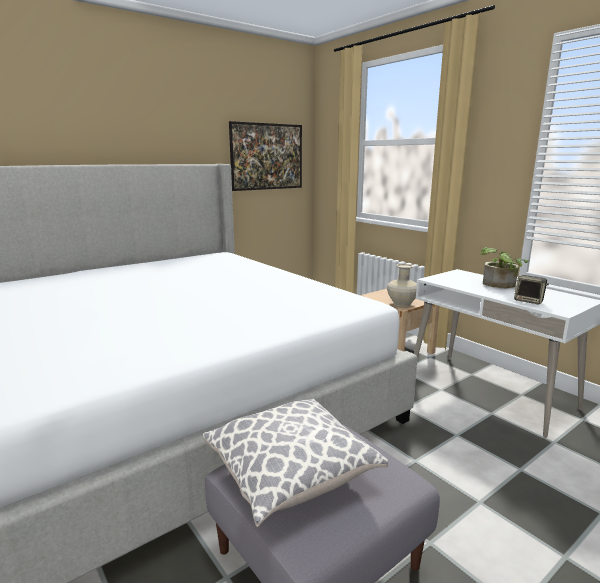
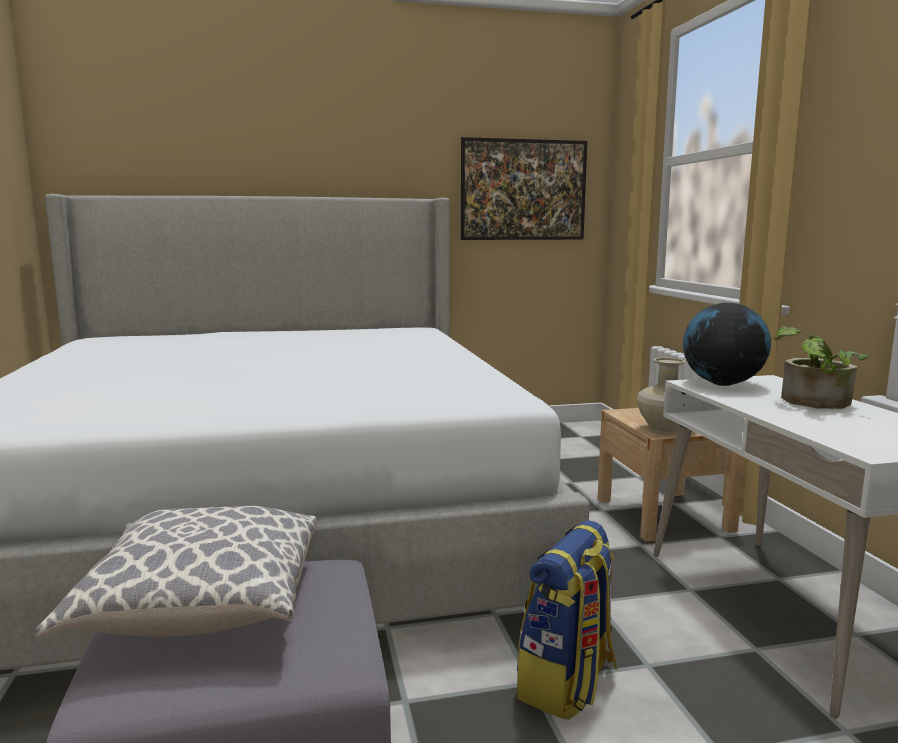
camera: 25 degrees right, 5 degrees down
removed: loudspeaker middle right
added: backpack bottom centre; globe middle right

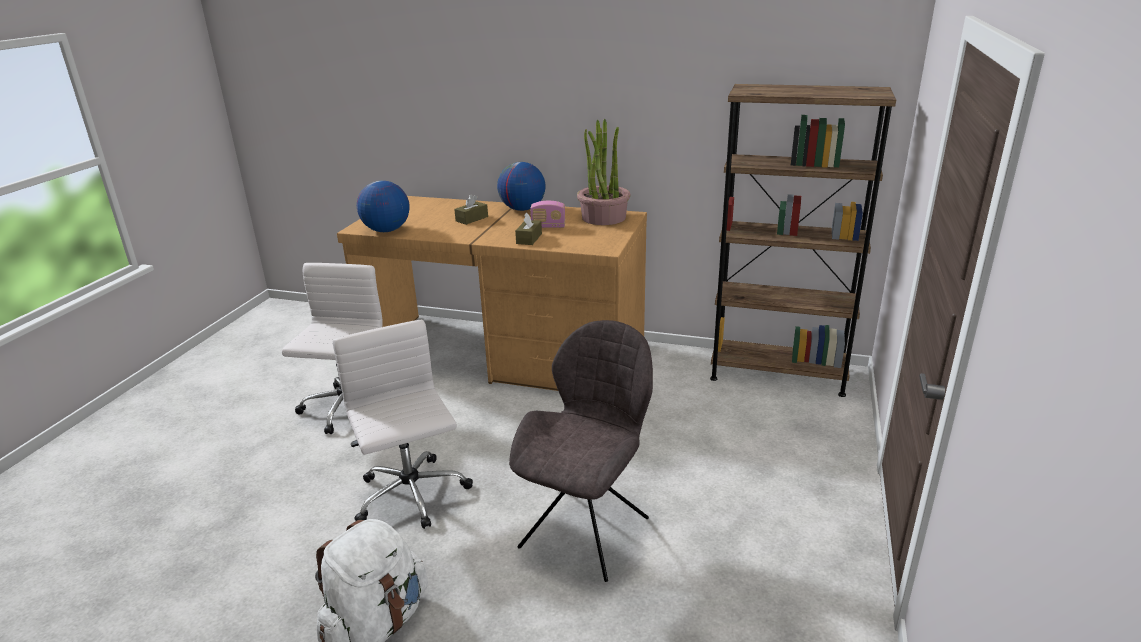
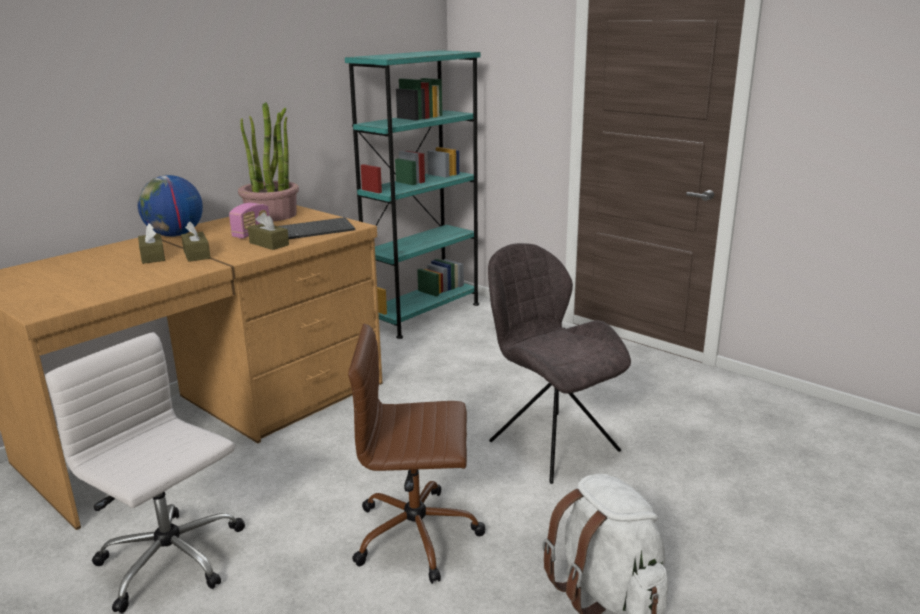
camera: 65 degrees left, 5 degrees down
removed: globe (1st from left) top centre
added: brown-coloured box of tissues (2nd from left) middle left; computer keyboard centre
recoloured: brown-coloured shelving unit middle right to turquoise shelving unit top centre; whitish desk chair (2nd from left) centre to brown-coloured desk chair bottom centre

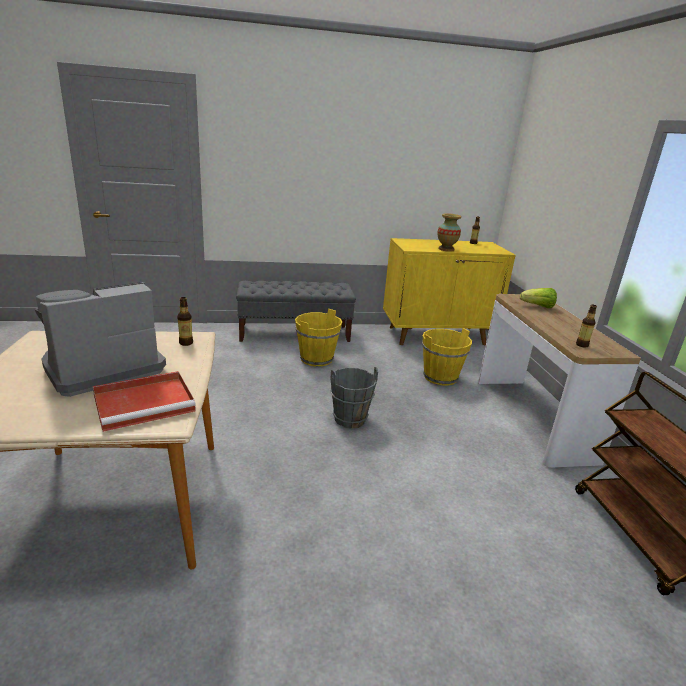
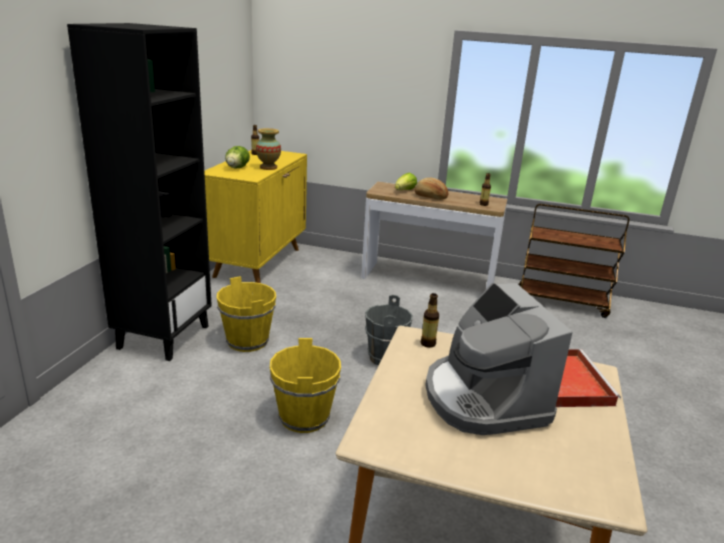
camera: 65 degrees left, 0 degrees up
added: lettuce (1st from left) top left; baked bread centre
moved: yellow water bucket (2nd from left) centre to bottom centre
replaced: greyish bench centre to black-coloured shelving unit middle left

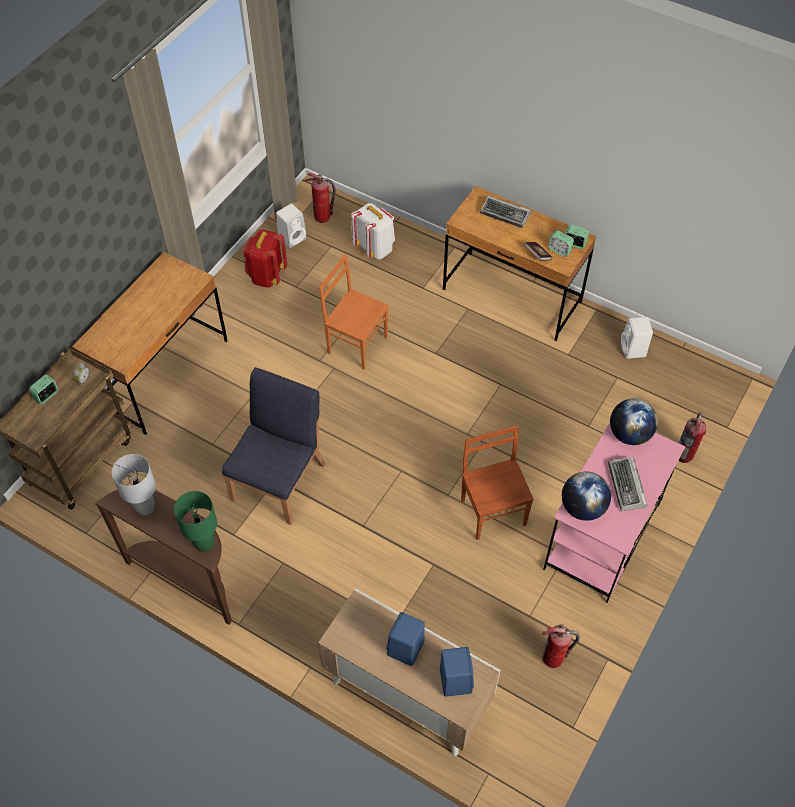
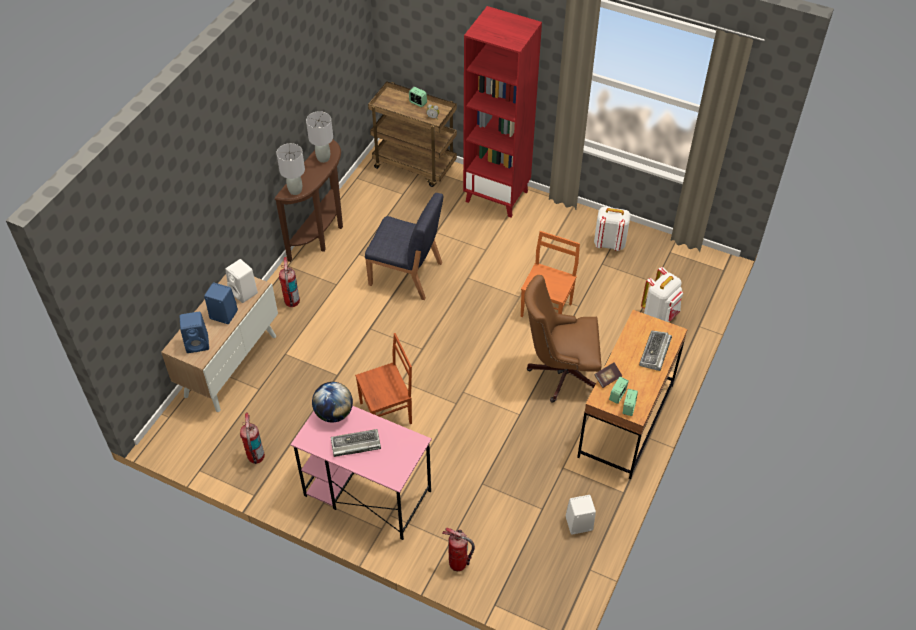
camera: 85 degrees right, 5 degrees down
removed: globe (2nd from left) middle right
added: brown-coloured desk chair centre
moved: whitish loudspeaker (1st from left) top centre to middle left; fire extinguisher (1st from left in the first image) top centre to fire extinguisher (2nd from left) middle left
replaced: brown-coloured desk unit (1st from left) middle left to red shelving unit top centre
recoloured: green-coloured table lamp middle left to greyish table lamp (1st from left) top left; red backpack top centre to whitish backpack (1st from left) middle right

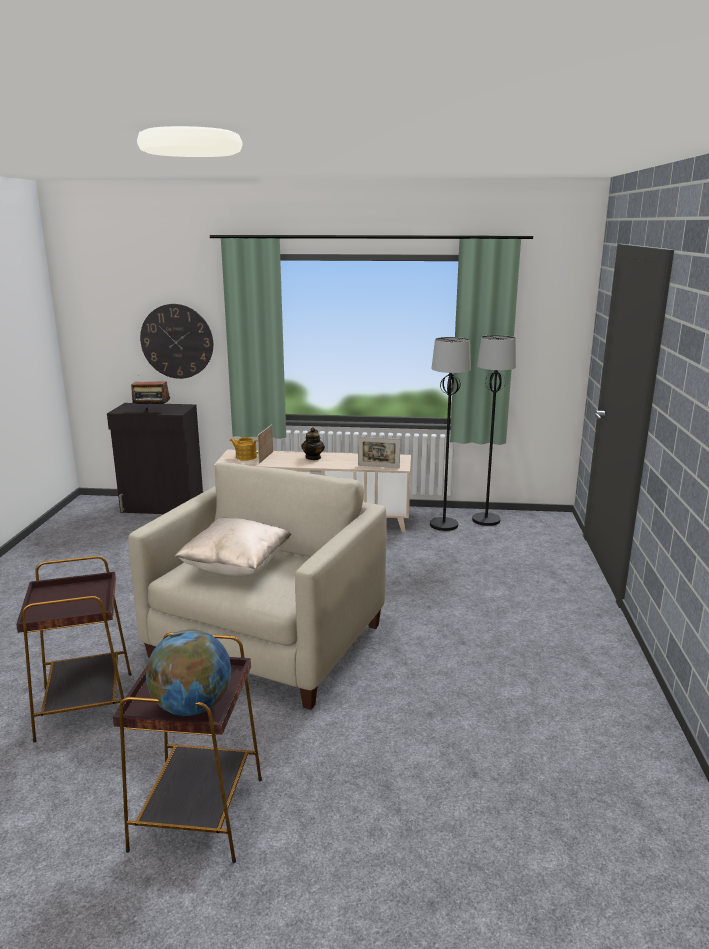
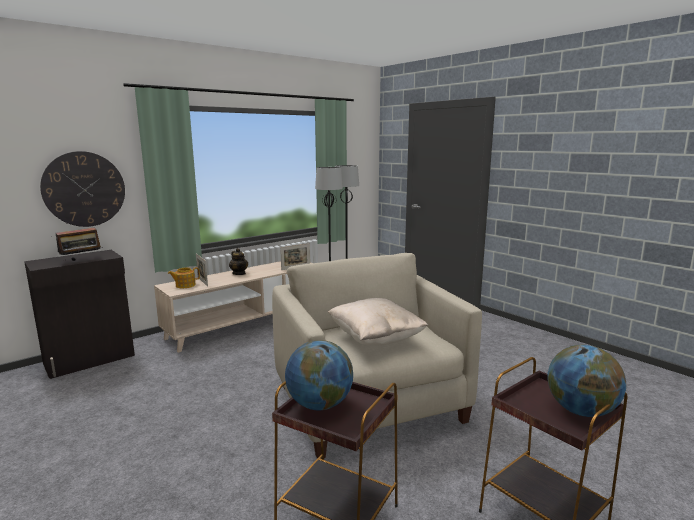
camera: 45 degrees left, 5 degrees down
added: globe (1st from left) bottom centre

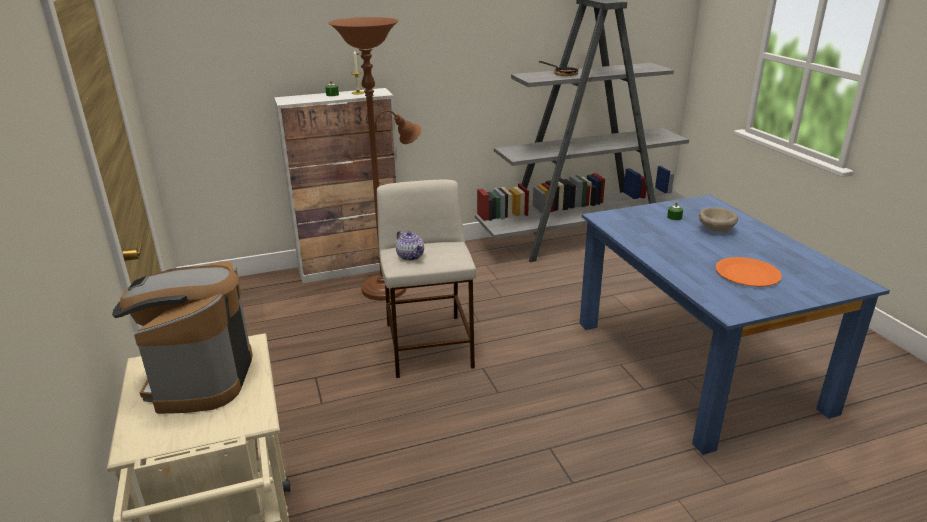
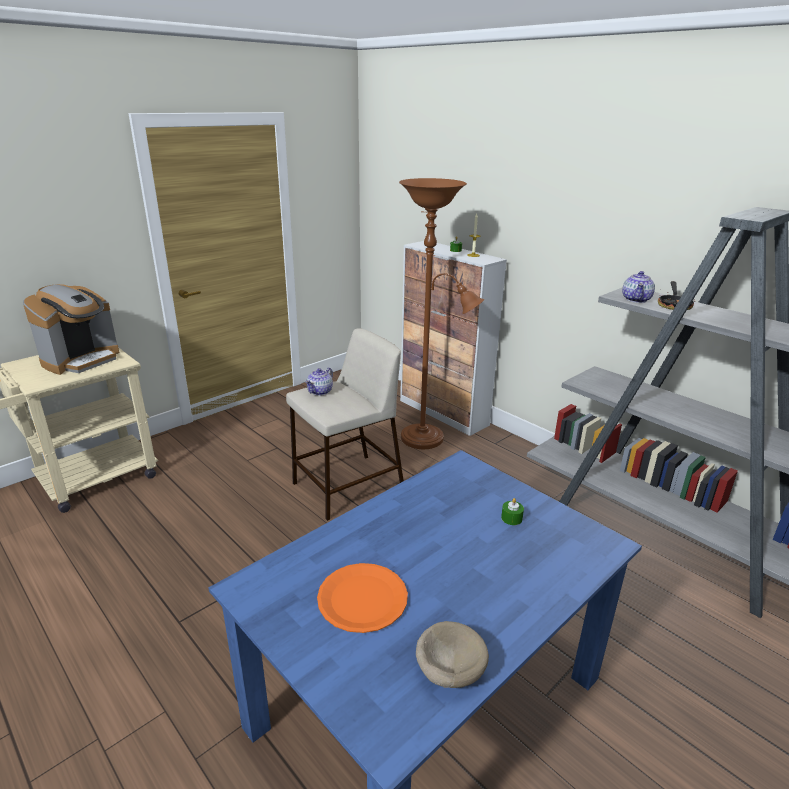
camera: 65 degrees right, 0 degrees up
added: teapot (2nd from left) middle right
moved: beige deep dish middle right to bottom centre
turned: coffee machine middle left = middle left 150 degrees clockwise

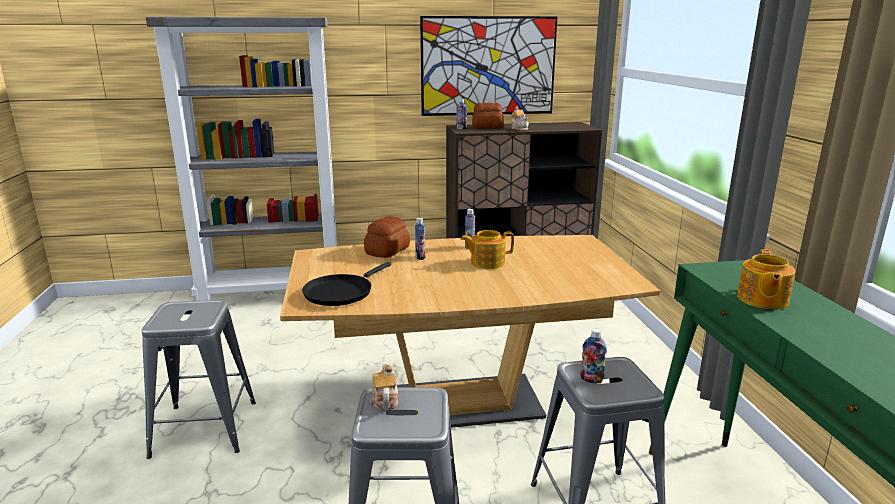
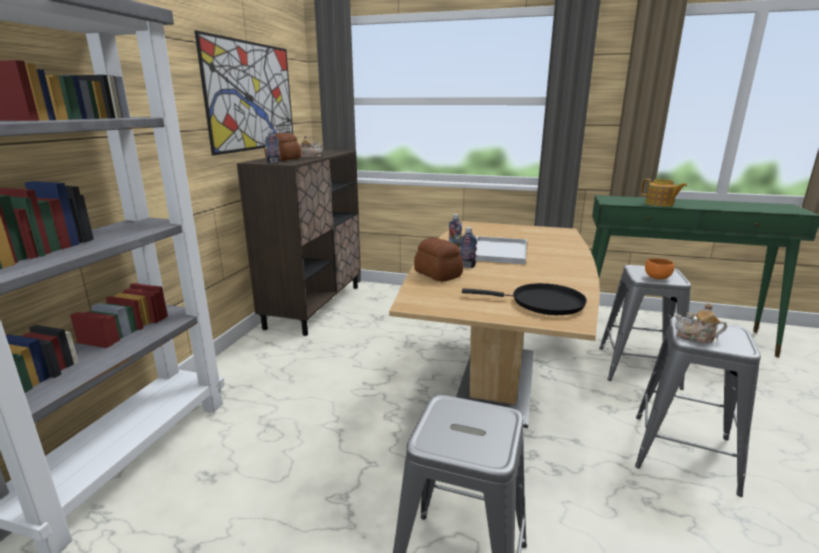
camera: 65 degrees left, 0 degrees up
replaced: teapot (2nd from left) centre to whitish carrying tray centre; drink bottle (4th from left) bottom centre to orange-coloured deep dish middle right
turned: black-coloured frying pan centre = centre 45 degrees counterclockwise

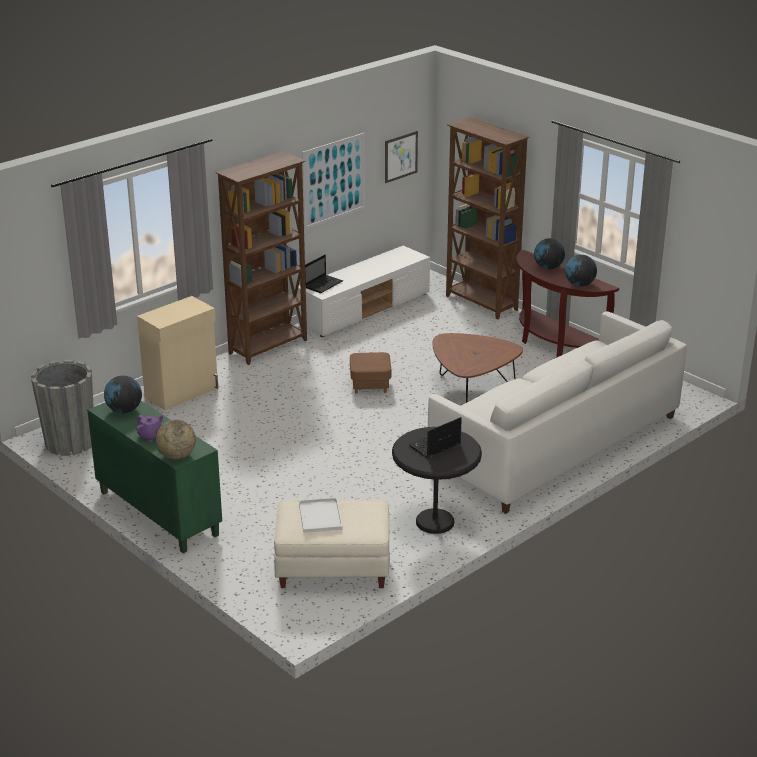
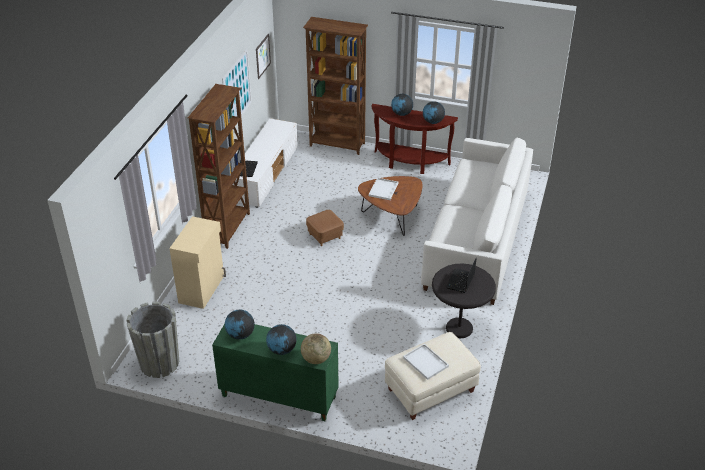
camera: 30 degrees left, 10 degrees up
added: whitish carrying tray (1st from left) centre
replaced: purple teapot middle left to globe (2nd from left) bottom centre

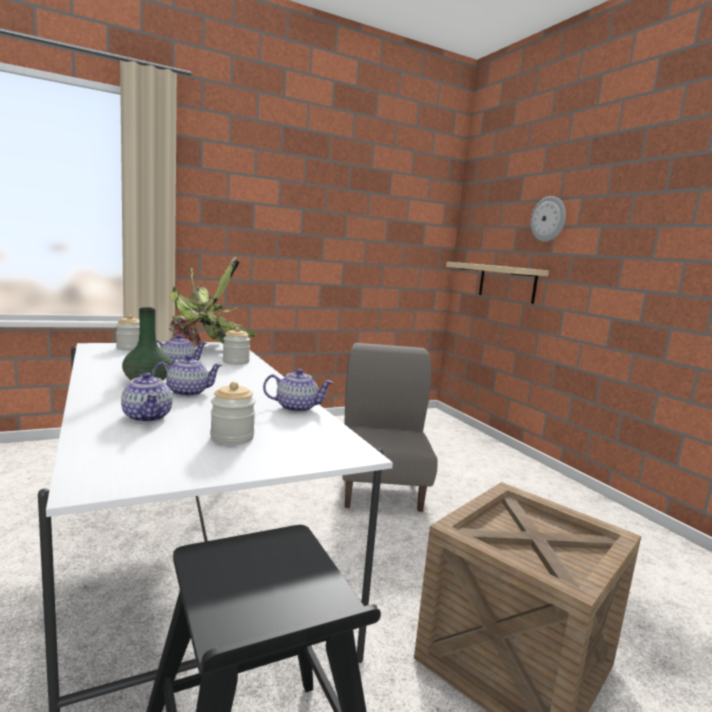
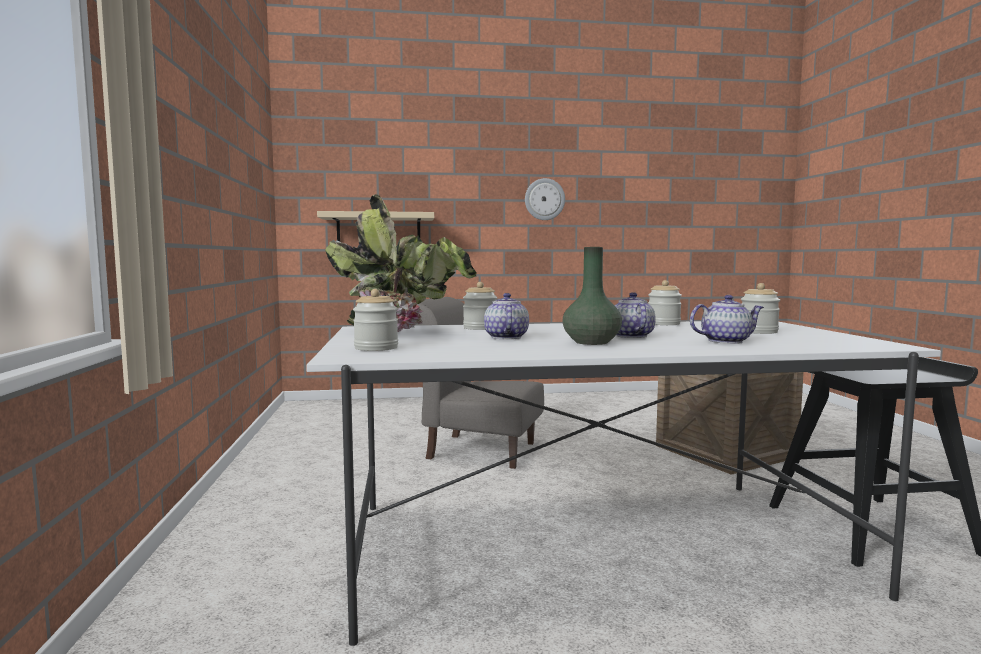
camera: 70 degrees left, 5 degrees down
moved: hanging clock top right to top centre
replaced: teapot (4th from left) centre to preserve jar (3rd from left) middle right

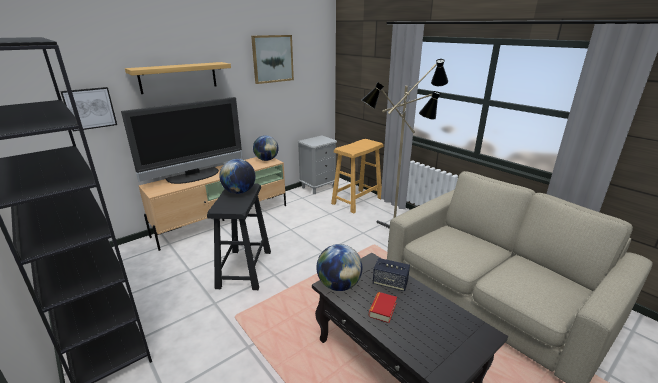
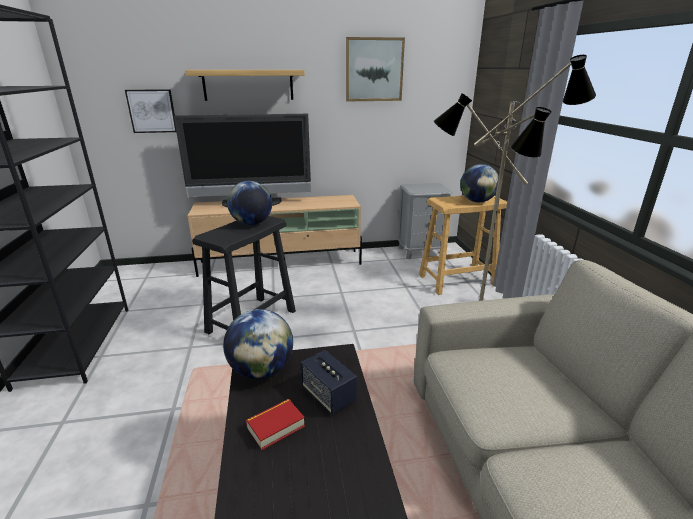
camera: 30 degrees right, 0 degrees up
moved: globe (2nd from left in the first image) centre to globe (3rd from left) middle right

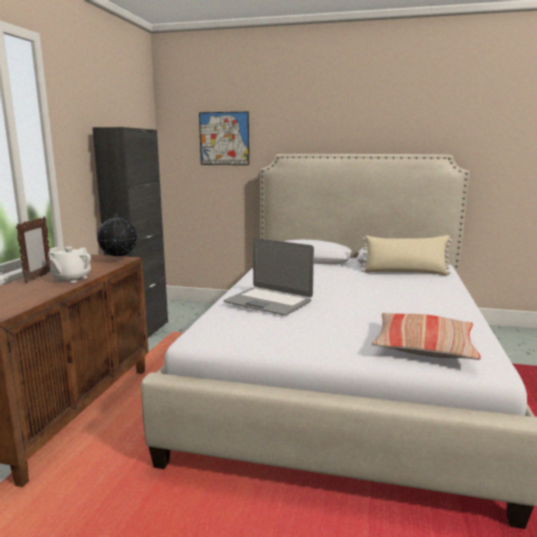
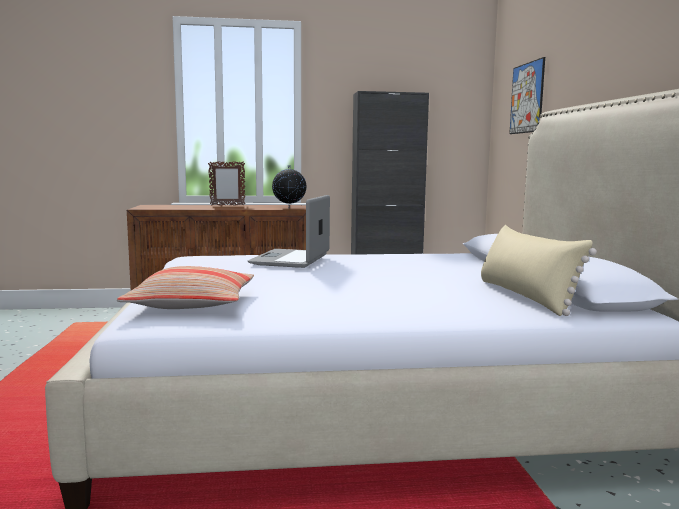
camera: 70 degrees right, 5 degrees down
removed: whitish teapot middle left

